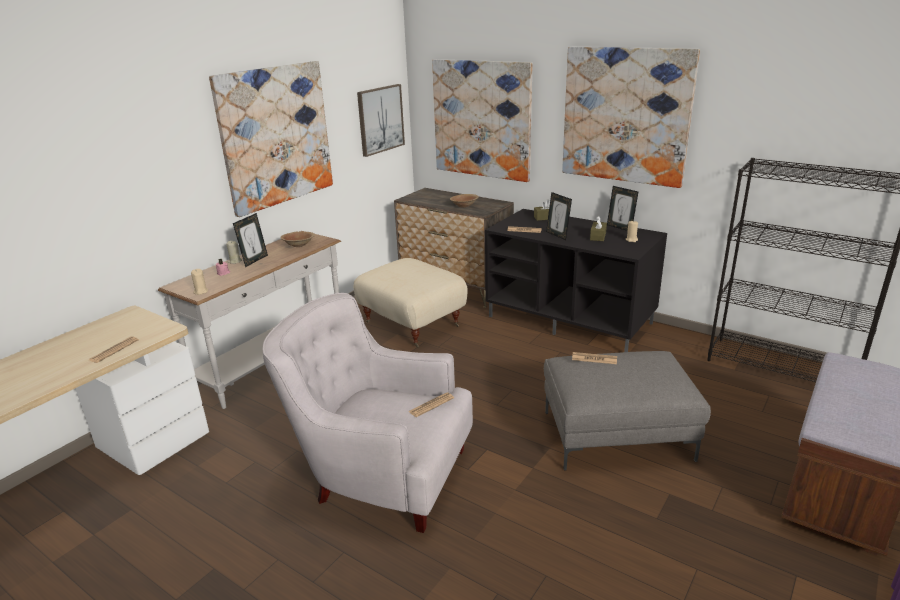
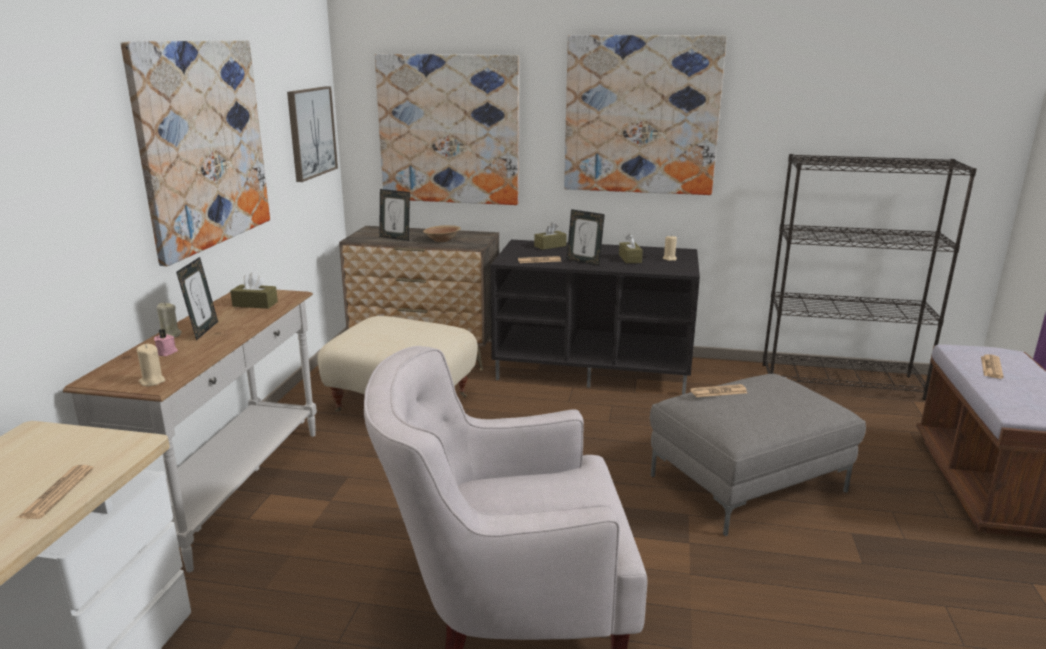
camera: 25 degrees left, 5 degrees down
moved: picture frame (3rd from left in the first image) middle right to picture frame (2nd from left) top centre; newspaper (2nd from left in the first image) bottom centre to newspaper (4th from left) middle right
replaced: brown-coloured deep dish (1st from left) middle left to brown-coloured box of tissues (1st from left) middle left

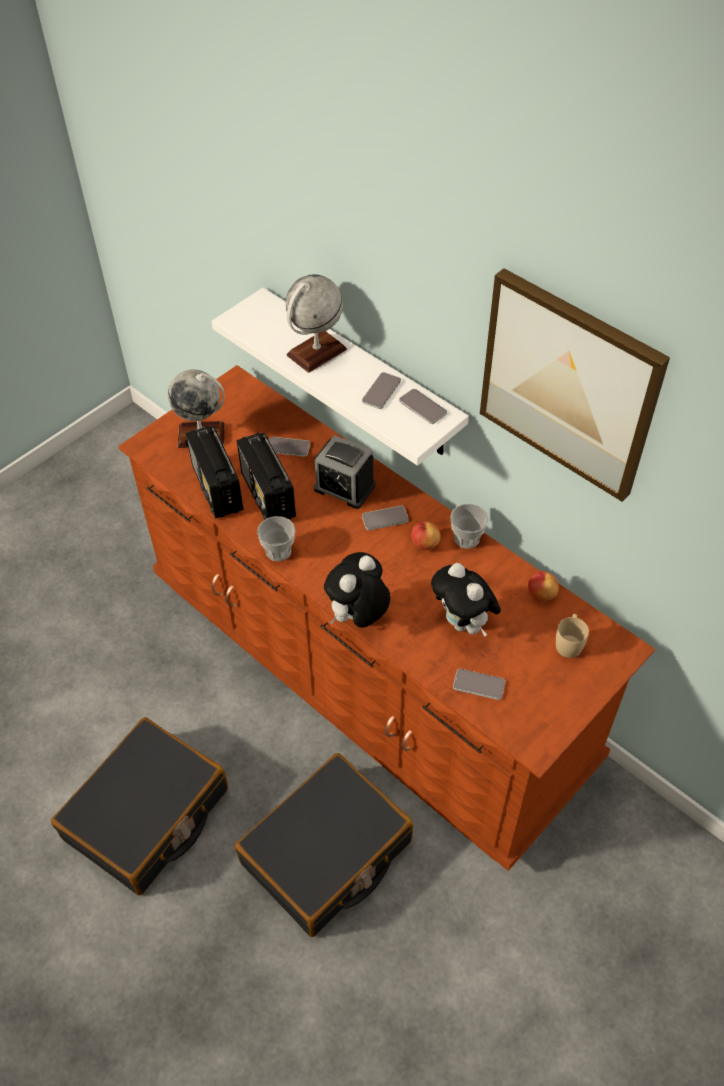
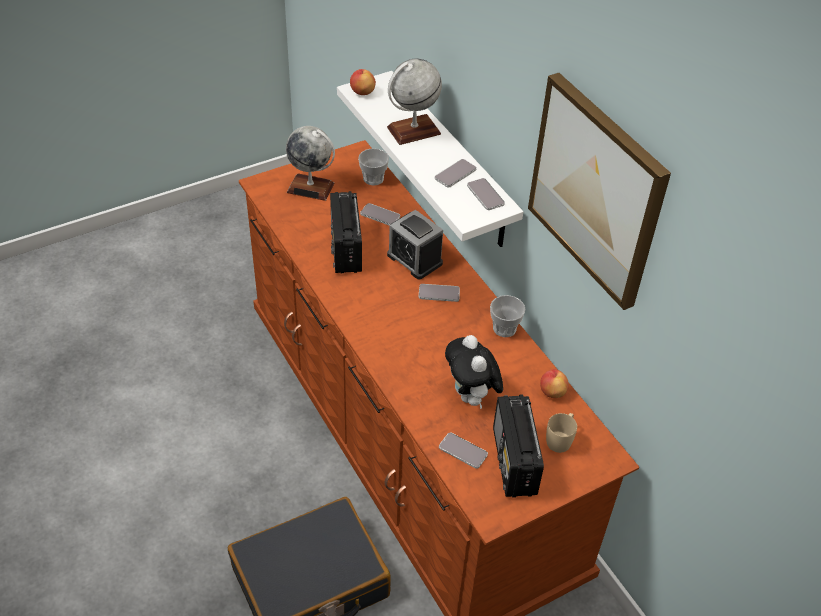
camera: 15 degrees right, 5 degrees down
removed: black-coloured suitcase (1st from left) bottom left; plush toy (1st from left) centre
moved: whole apple (1st from left) centre to top centre; small cup (1st from left) centre to top centre; radio (1st from left in the first image) middle left to radio (2nd from left) bottom centre

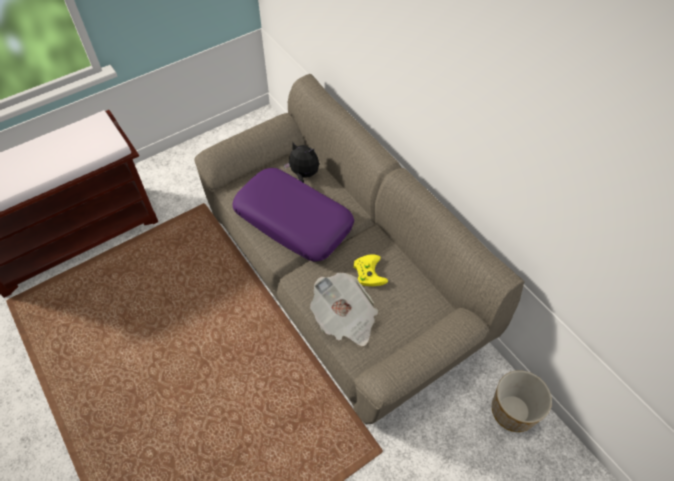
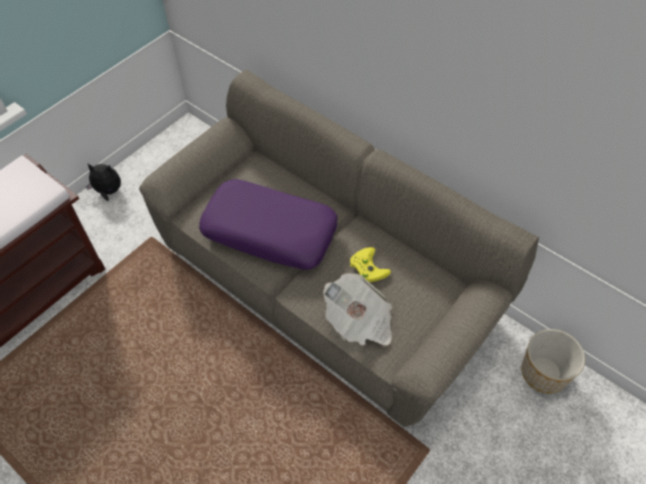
camera: 15 degrees left, 0 degrees up
moved: plush toy centre to middle left

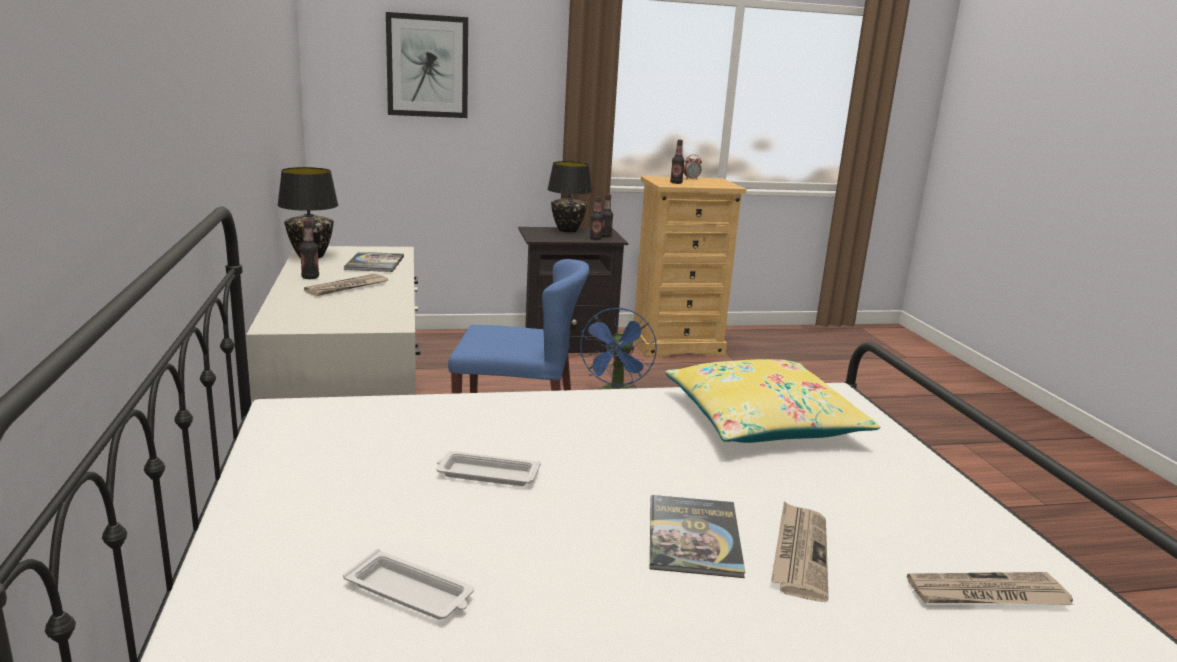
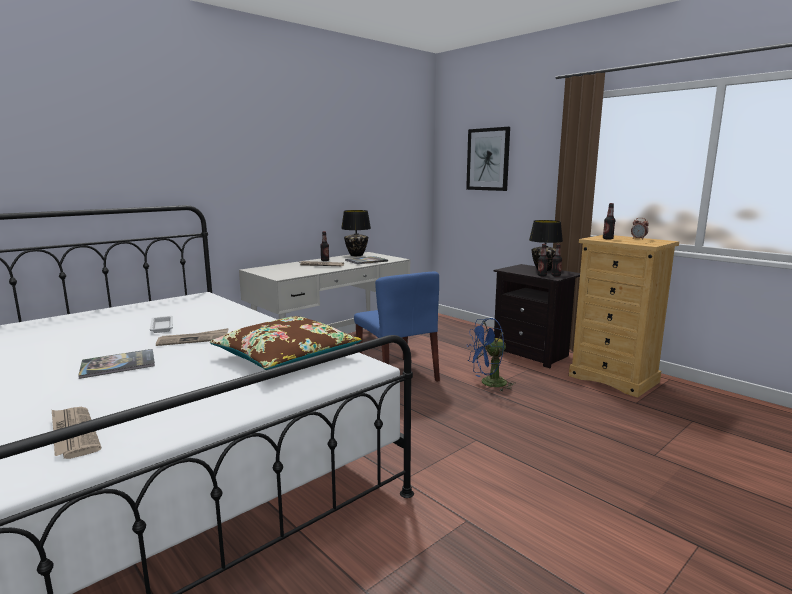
camera: 60 degrees right, 5 degrees down
removed: whitish carrying tray (1st from left) bottom centre
moved: newspaper (2nd from left) bottom right to middle left
recoloured: yellow pillow centre to brown-coloured pillow centre

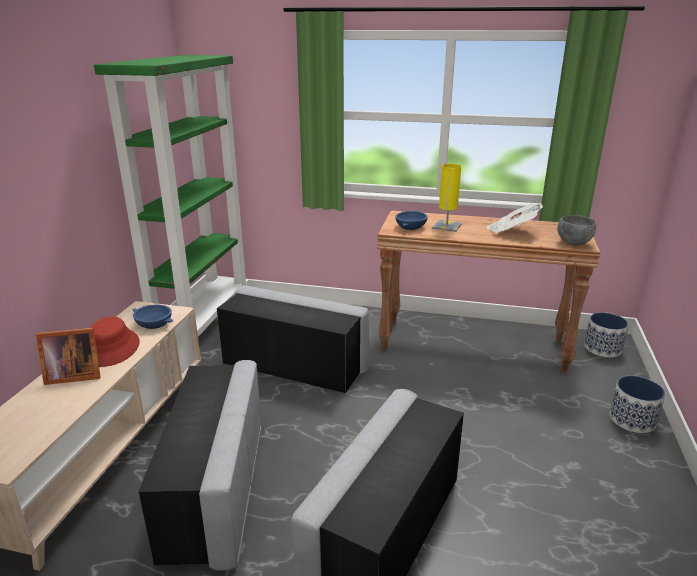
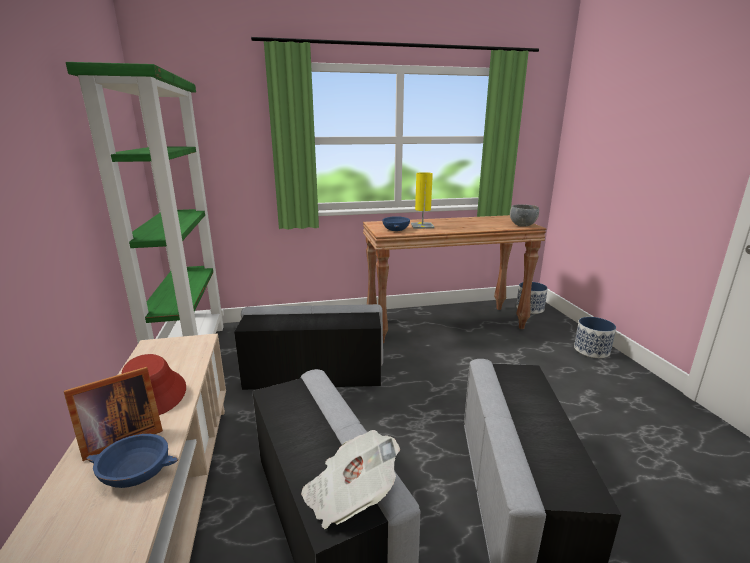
camera: 25 degrees left, 5 degrees down
moved: blue deep dish (1st from left) middle left to bottom left; newspaper middle right to bottom centre

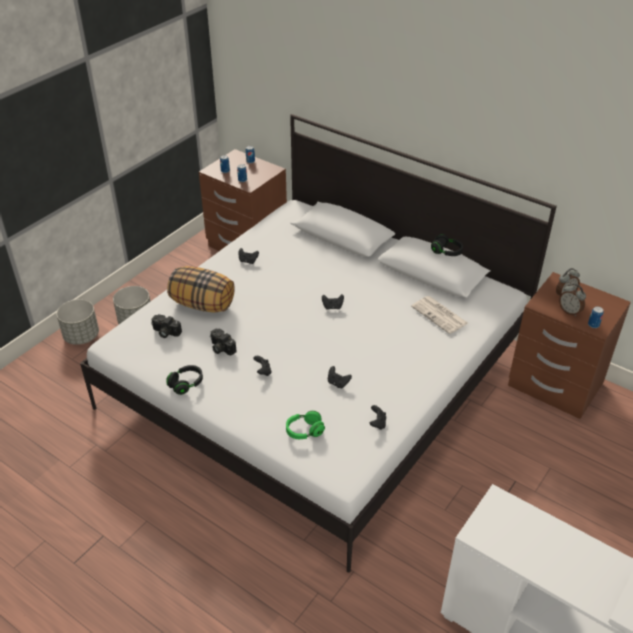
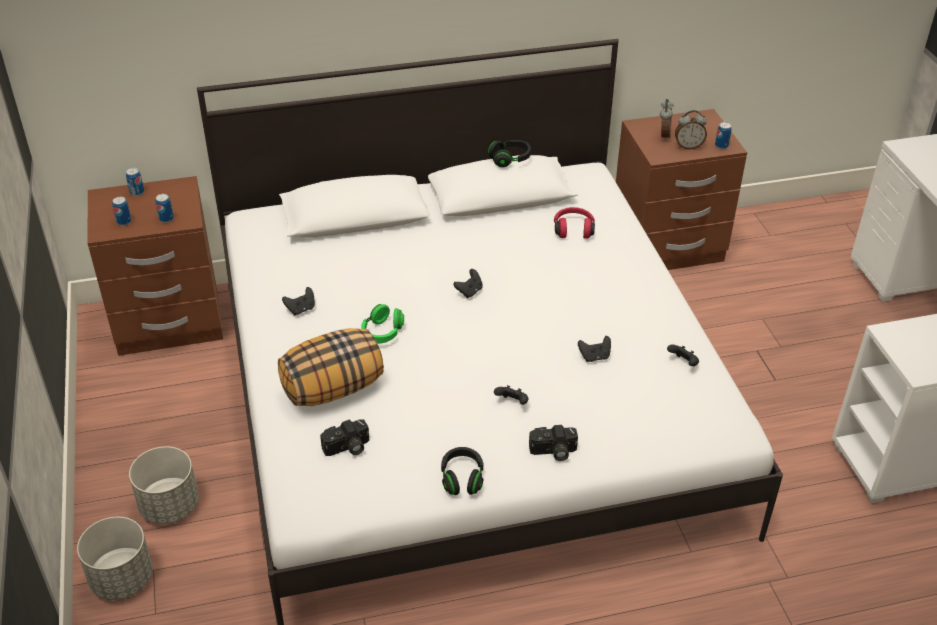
camera: 50 degrees left, 0 degrees up
moved: green-coloured headset bottom centre to centre; still camera (2nd from left) centre to bottom centre
replaced: newspaper middle right to red headset centre

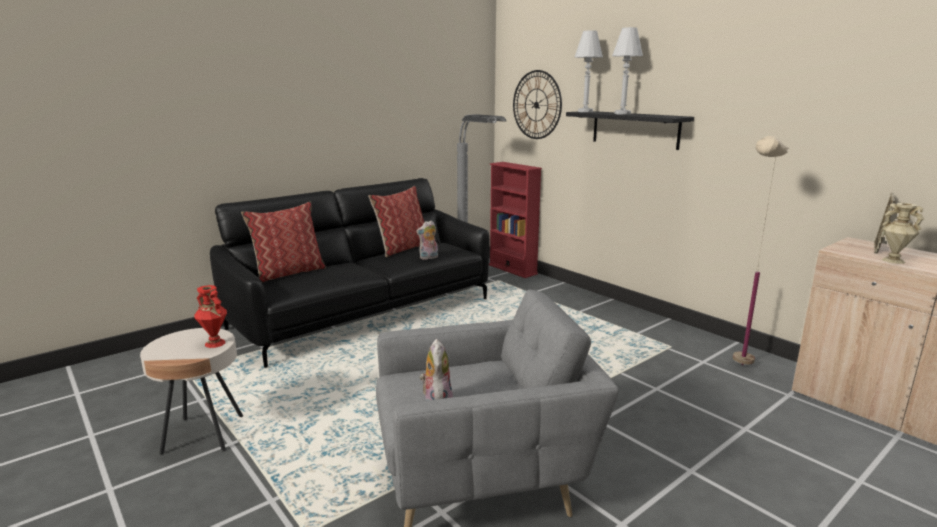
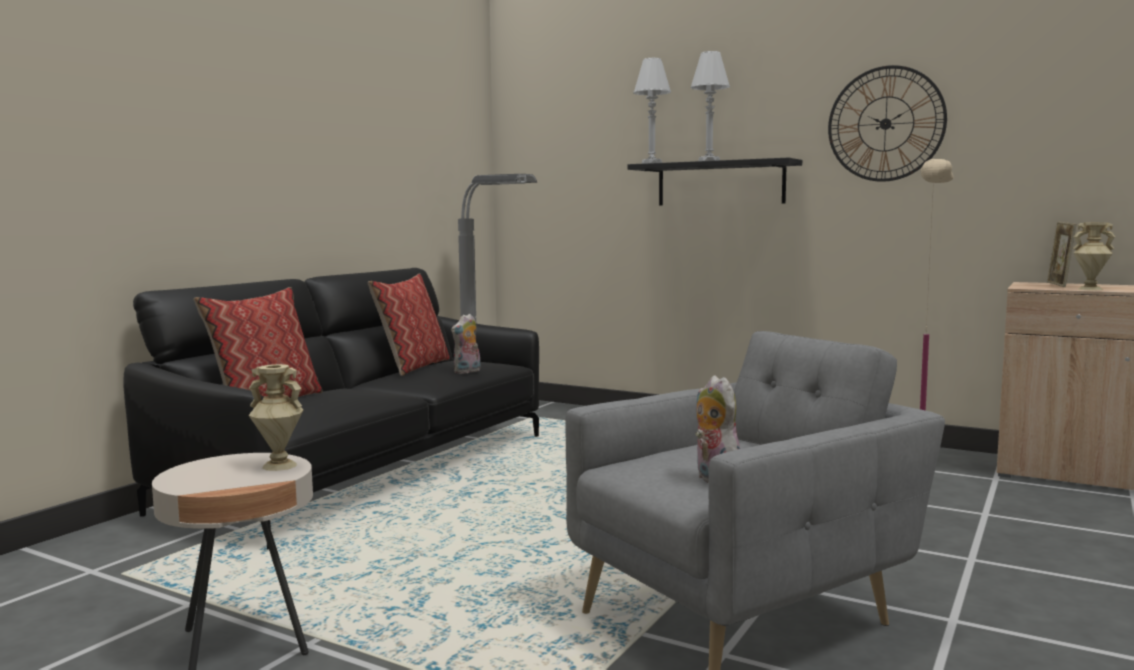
camera: 20 degrees left, 10 degrees down
removed: red shelving unit centre
moved: hanging clock top centre to top right
recoloured: red vase middle left to beige vase (1st from left) middle left

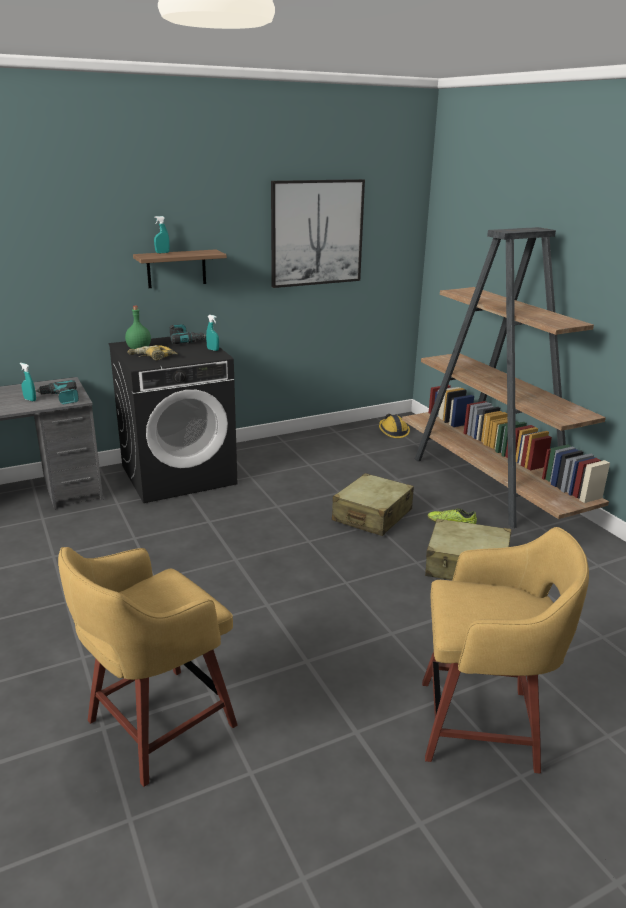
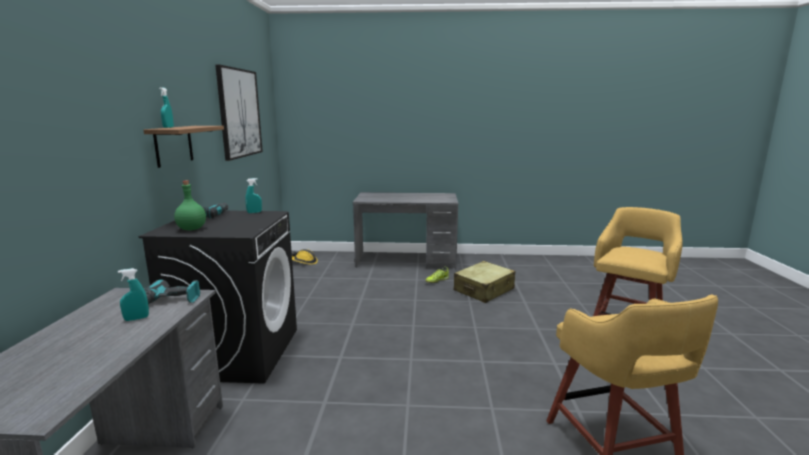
camera: 60 degrees left, 10 degrees down
removed: electric drill (2nd from left) middle left; beige suitcase (1st from left) centre
replaced: brown-coloured shelving unit middle right to greyish desk unit (2nd from left) centre

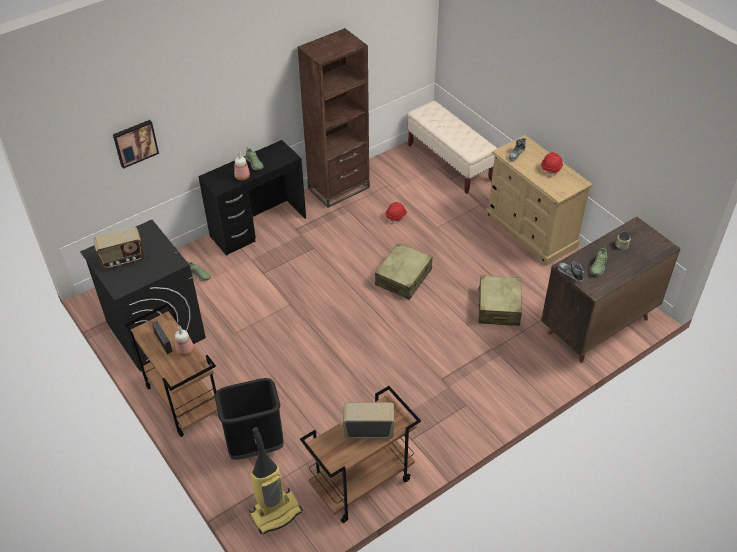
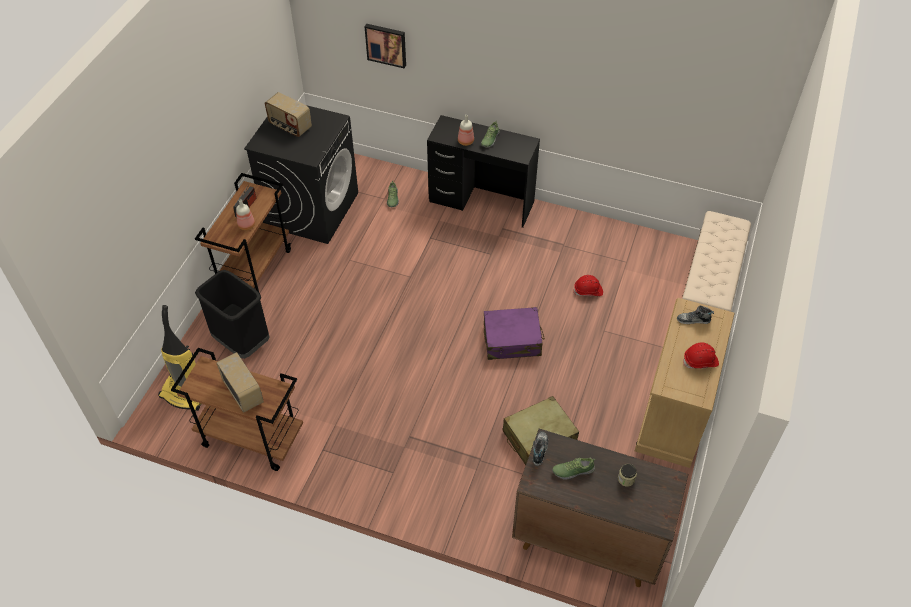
camera: 55 degrees right, 5 degrees up
removed: brown-coloured shelving unit top centre
recoloured: beige suitcase (1st from left) centre to purple suitcase centre

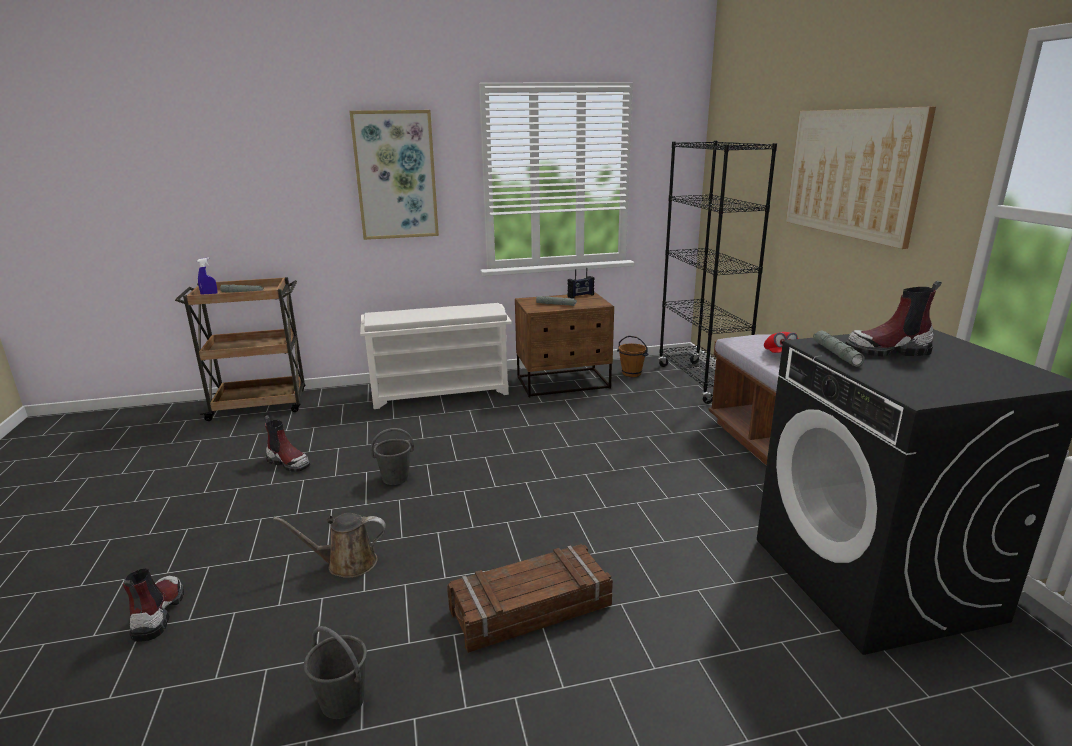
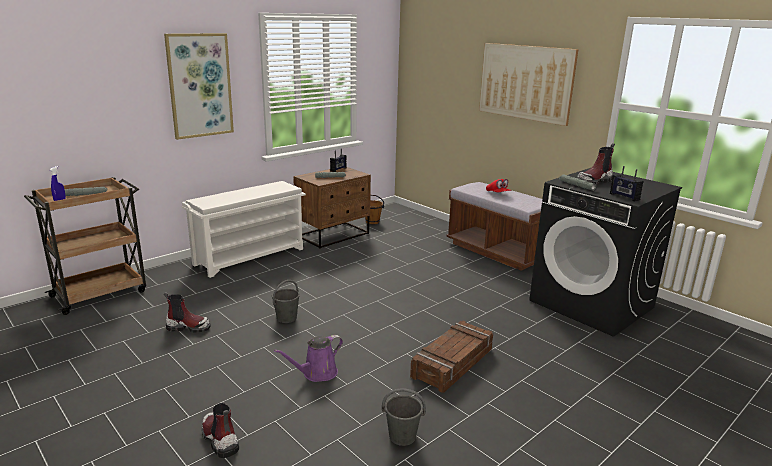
camera: 30 degrees left, 0 degrees up
removed: black-coloured shelving unit middle right
added: radio (2nd from left) middle right
recoloured: brown-coloured watering can bottom left to purple watering can bottom centre

